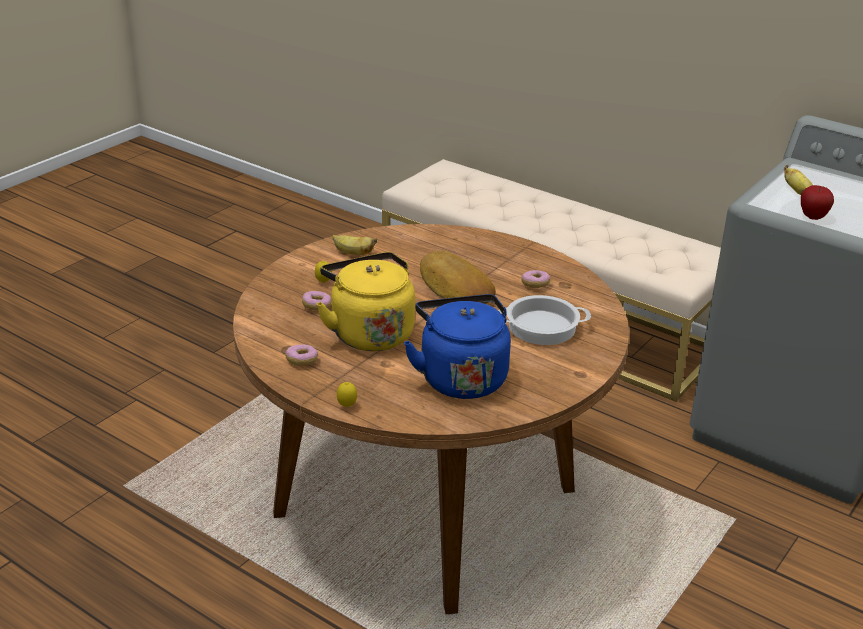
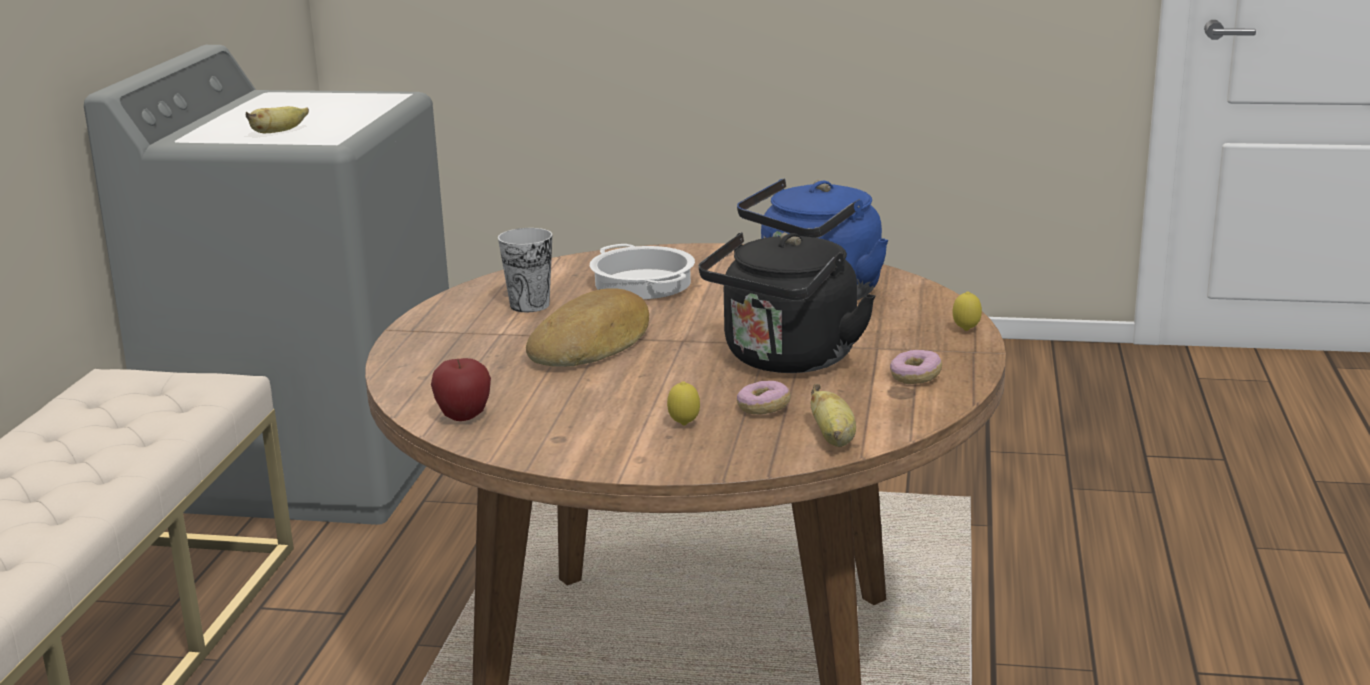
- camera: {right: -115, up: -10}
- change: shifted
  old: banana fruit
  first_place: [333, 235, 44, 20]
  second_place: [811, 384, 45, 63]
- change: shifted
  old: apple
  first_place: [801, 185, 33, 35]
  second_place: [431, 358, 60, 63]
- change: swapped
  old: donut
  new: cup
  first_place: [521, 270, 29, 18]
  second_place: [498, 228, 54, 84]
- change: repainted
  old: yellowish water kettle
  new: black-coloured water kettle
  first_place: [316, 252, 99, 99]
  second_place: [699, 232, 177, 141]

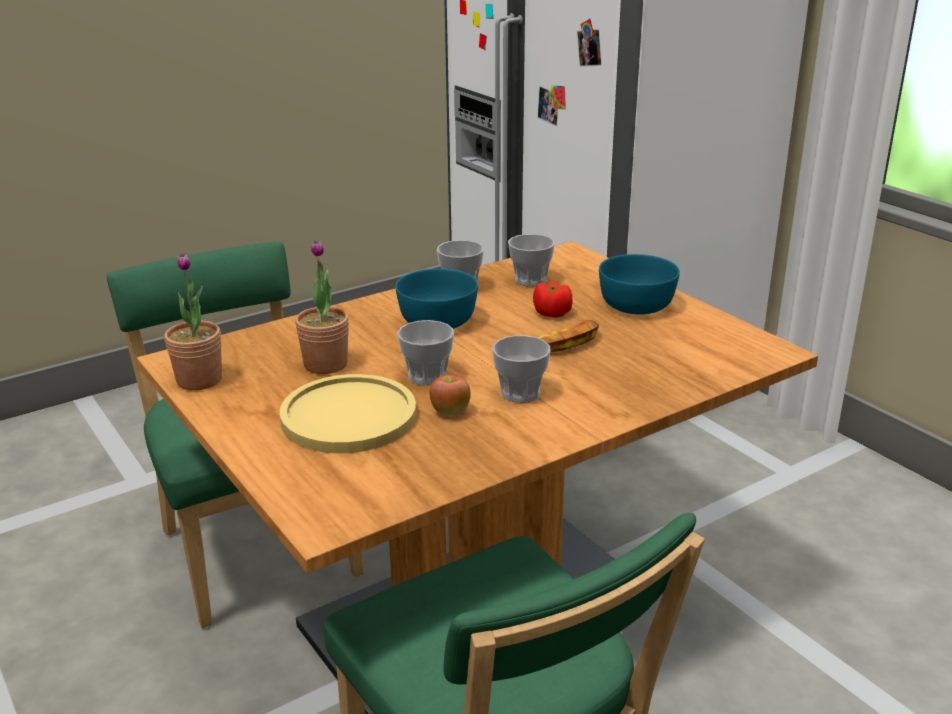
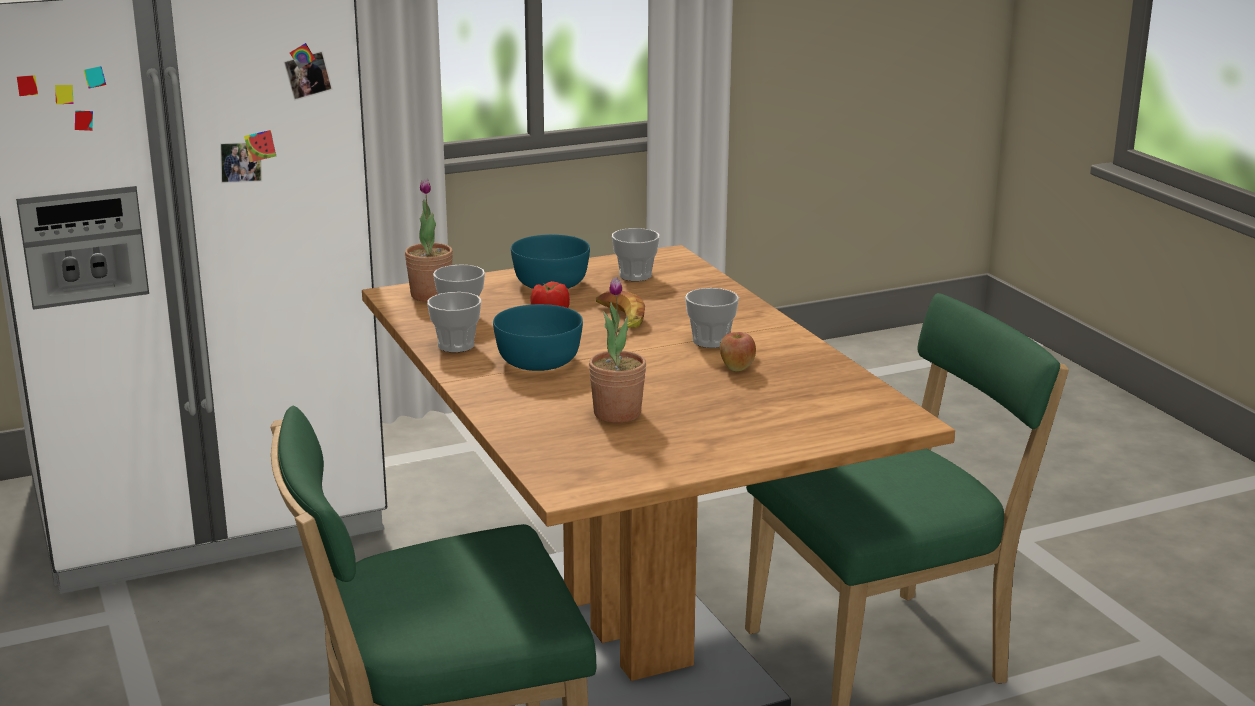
- camera: {right: -80, up: -5}
- change: gone
  old: yellowish plate
  first_place: [280, 374, 136, 79]
- change: shifted
  old: houseplant
  first_place: [164, 253, 58, 137]
  second_place: [405, 179, 48, 123]
- change: shifted
  old: cup
  first_place: [397, 320, 57, 66]
  second_place: [612, 228, 48, 53]

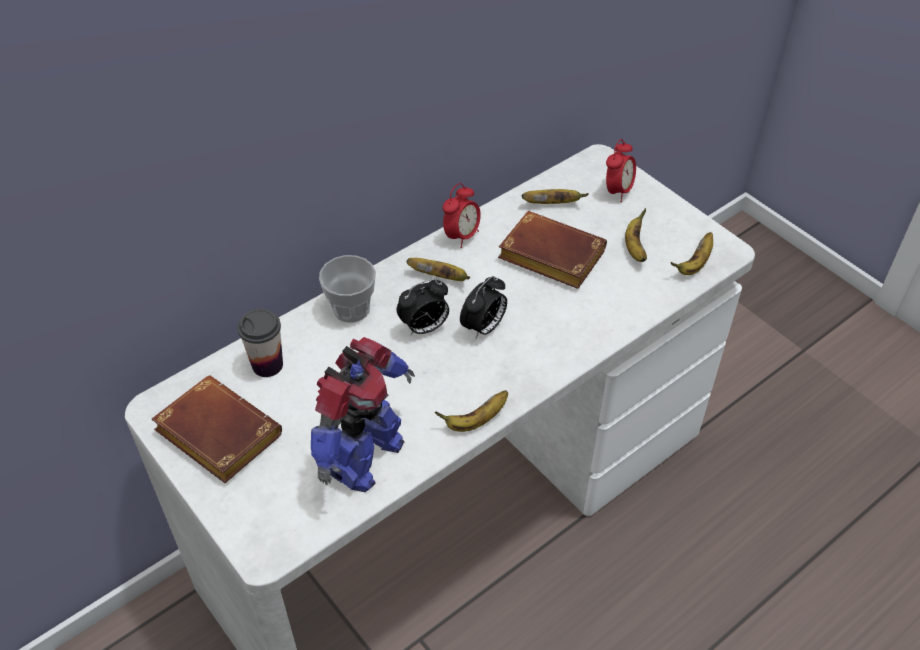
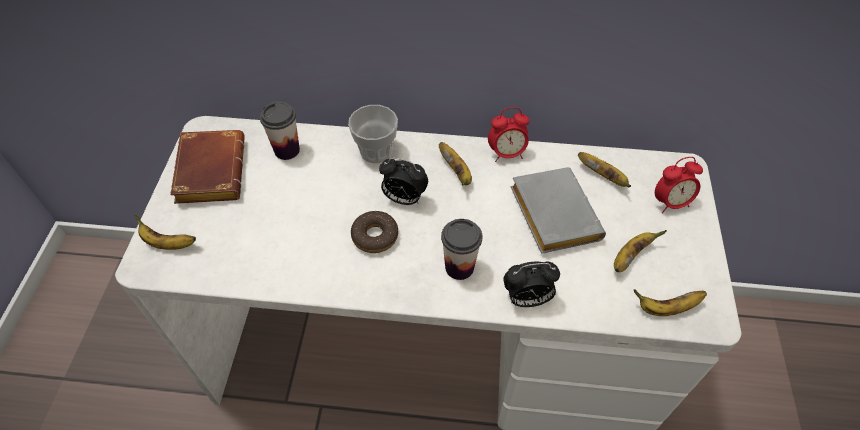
- camera: {right: 45, up: 5}
- change: gone
  old: robot figure
  first_place: [311, 337, 104, 155]
- change: new
  new: donut
  second_place: [351, 211, 47, 42]
- change: new
  new: cup
  second_place: [441, 219, 41, 61]
- change: shifted
  old: banana fruit
  first_place: [435, 390, 73, 42]
  second_place: [134, 214, 62, 36]
- change: shifted
  old: table clock
  first_place: [460, 276, 47, 63]
  second_place: [503, 261, 57, 46]
- change: repainted
  old: brownish book
  new: gray book
  first_place: [498, 211, 109, 78]
  second_place: [511, 167, 95, 87]

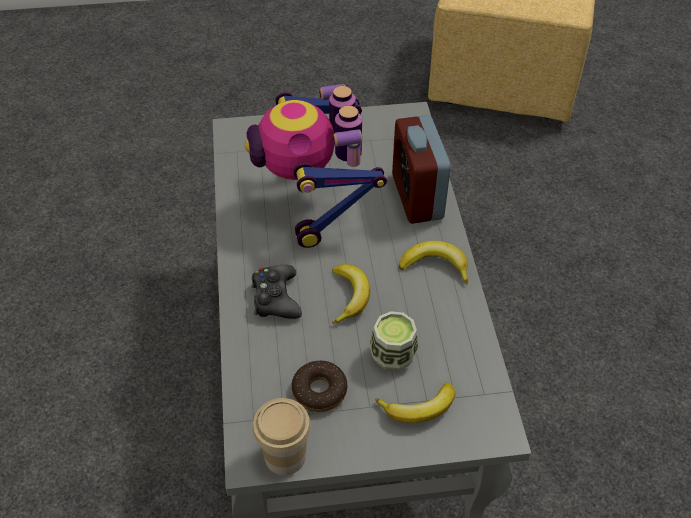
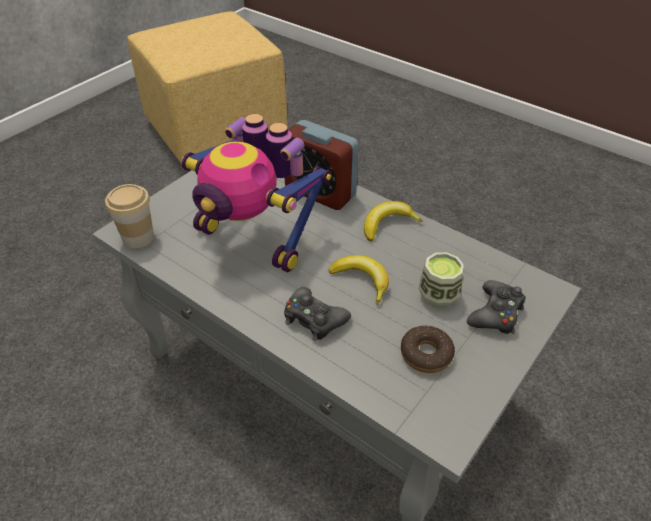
- camera: {right: -45, up: -5}
- change: shifted
  old: cup
  first_place: [253, 398, 58, 77]
  second_place: [105, 184, 49, 64]
- change: swapped
  old: banana fruit
  new: black-coloured game controller
  first_place: [375, 382, 80, 41]
  second_place: [467, 280, 59, 54]

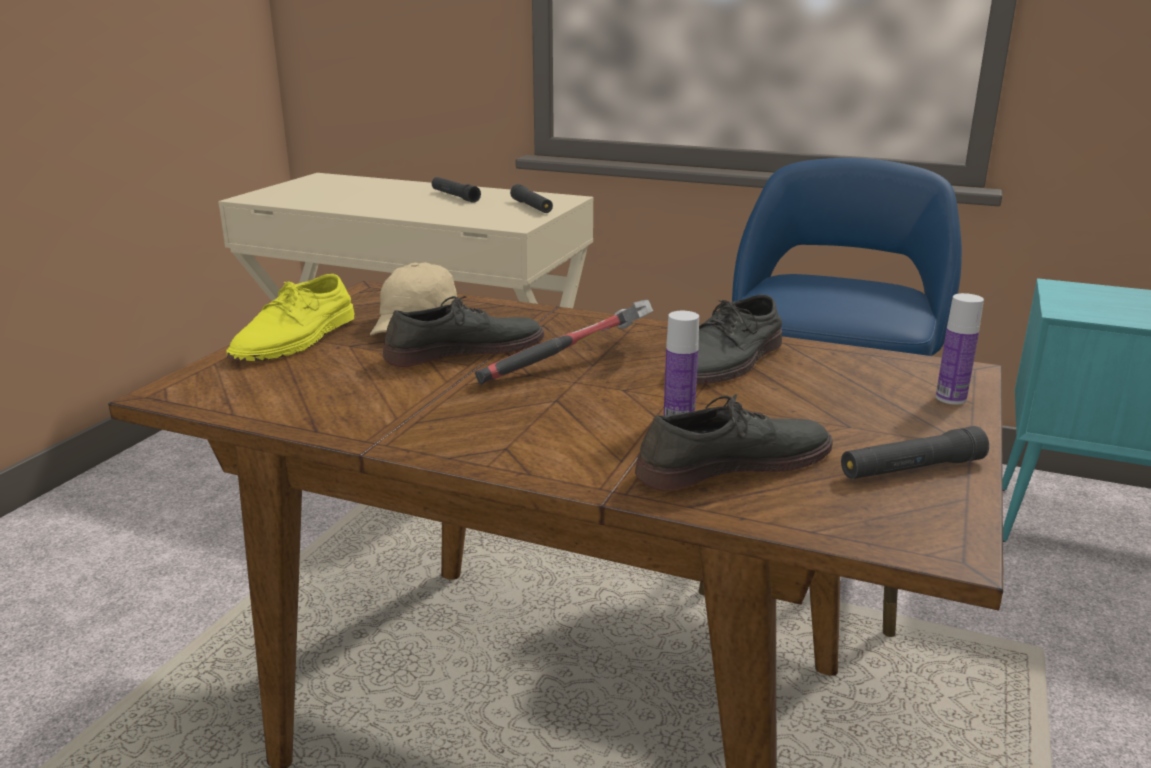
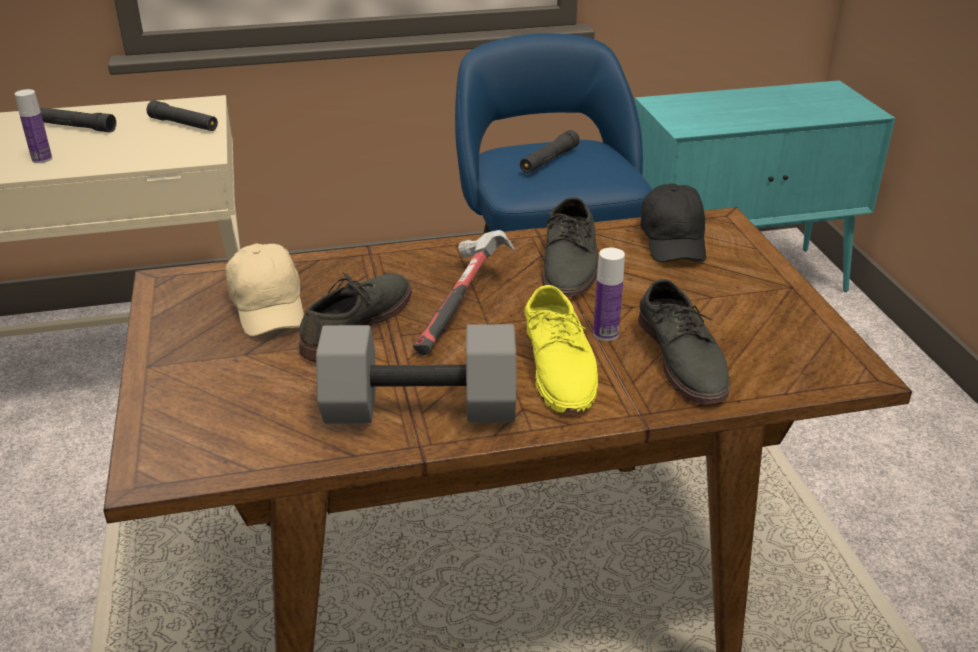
- camera: {right: -35, up: 10}
- change: new
  new: gray hand weight
  second_place: [316, 324, 200, 100]
- change: new
  new: black-coloured baseball cap
  second_place: [641, 183, 65, 79]
- change: shifted
  old: yellowish shoe
  first_place: [226, 274, 129, 87]
  second_place: [524, 285, 74, 128]
- change: shifted
  old: black-coloured hand torch
  first_place: [841, 426, 148, 53]
  second_place: [520, 130, 60, 43]
- change: shifted
  old: drink bottle
  first_place: [936, 293, 48, 112]
  second_place: [15, 89, 37, 74]
- change: rotated
  old: gray shoe
  first_place: [635, 394, 198, 97]
  second_place: [638, 279, 92, 125]
  degrees: 135

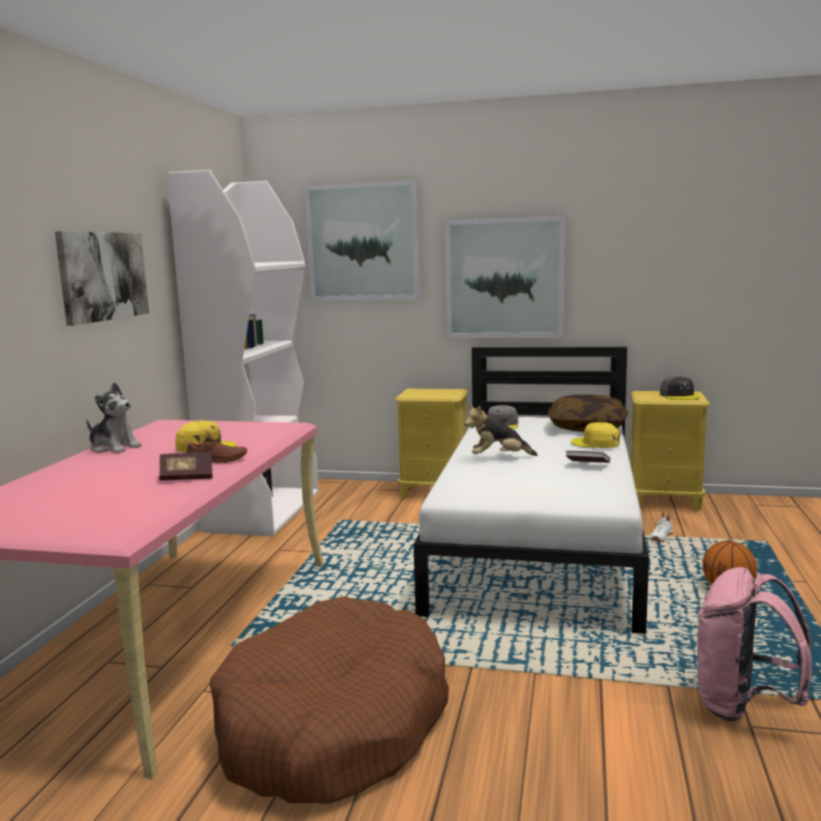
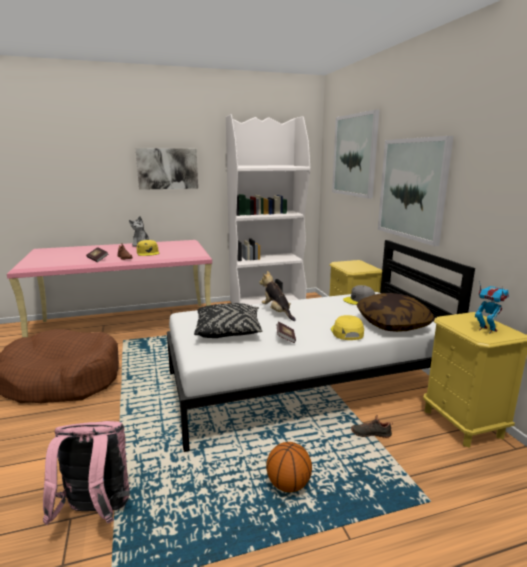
- camera: {right: 60, up: 5}
- change: new
  new: black-coloured pillow
  second_place: [194, 303, 69, 35]
- change: swapped
  old: gray baseball cap
  new: robot figure
  first_place: [660, 376, 40, 24]
  second_place: [475, 281, 34, 53]
- change: repainted
  old: whitish shoe
  new: black-coloured shoe
  first_place: [650, 513, 23, 29]
  second_place: [351, 415, 42, 23]

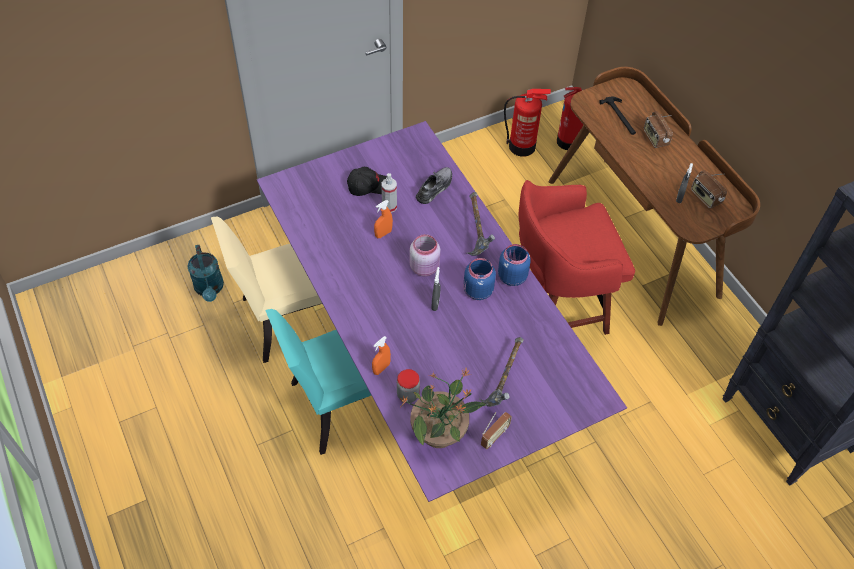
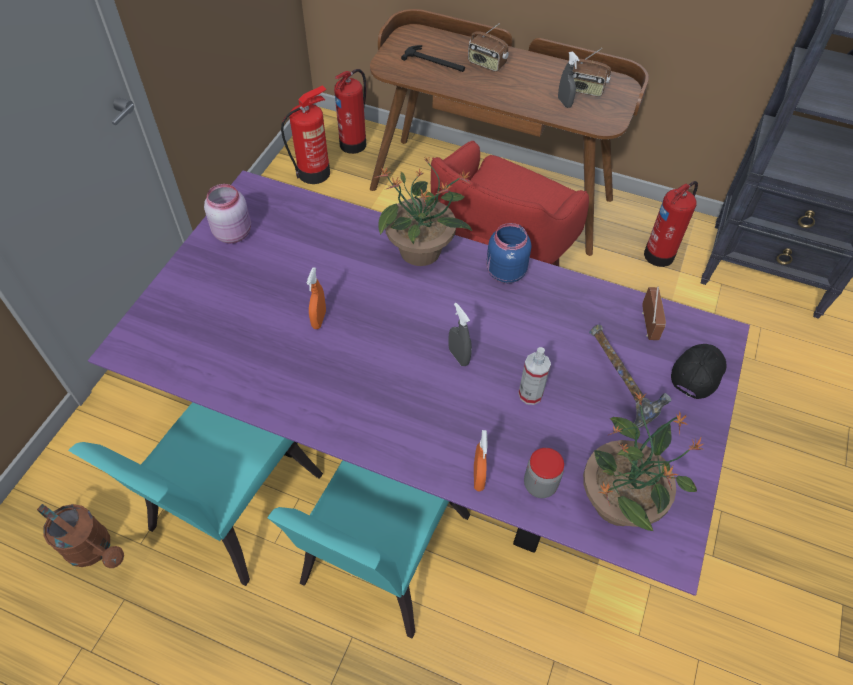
- camera: {right: -40, up: 0}
- change: gone
  old: gray shoe
  first_place: [416, 167, 36, 37]
- change: gone
  old: bluish jar
  first_place: [463, 258, 33, 42]
- change: new
  new: fire-fighting cylinder
  second_place: [644, 181, 54, 86]
- change: shifted
  old: black-coloured baseball cap
  first_place: [347, 167, 40, 29]
  second_place: [671, 344, 55, 55]
- change: shifted
  old: sprayer
  first_place: [382, 173, 15, 40]
  second_place: [518, 347, 33, 58]
- change: shifted
  old: pink jar
  first_place: [409, 234, 31, 42]
  second_place: [204, 184, 47, 59]
- change: shifted
  old: radio
  first_place: [481, 412, 31, 37]
  second_place: [642, 287, 24, 53]
- change: swapped
  old: hand hammer
  new: houseplant
  first_place: [467, 192, 28, 64]
  second_place: [374, 156, 98, 110]
- change: repainted
  old: turquoise sprinkling can
  new: brownish sprinkling can
  first_place: [187, 245, 37, 57]
  second_place: [37, 504, 87, 64]
- change: repainted
  old: beige-coloured plain chair
  new: turquoise plain chair
  first_place: [211, 216, 111, 147]
  second_place: [68, 402, 255, 184]

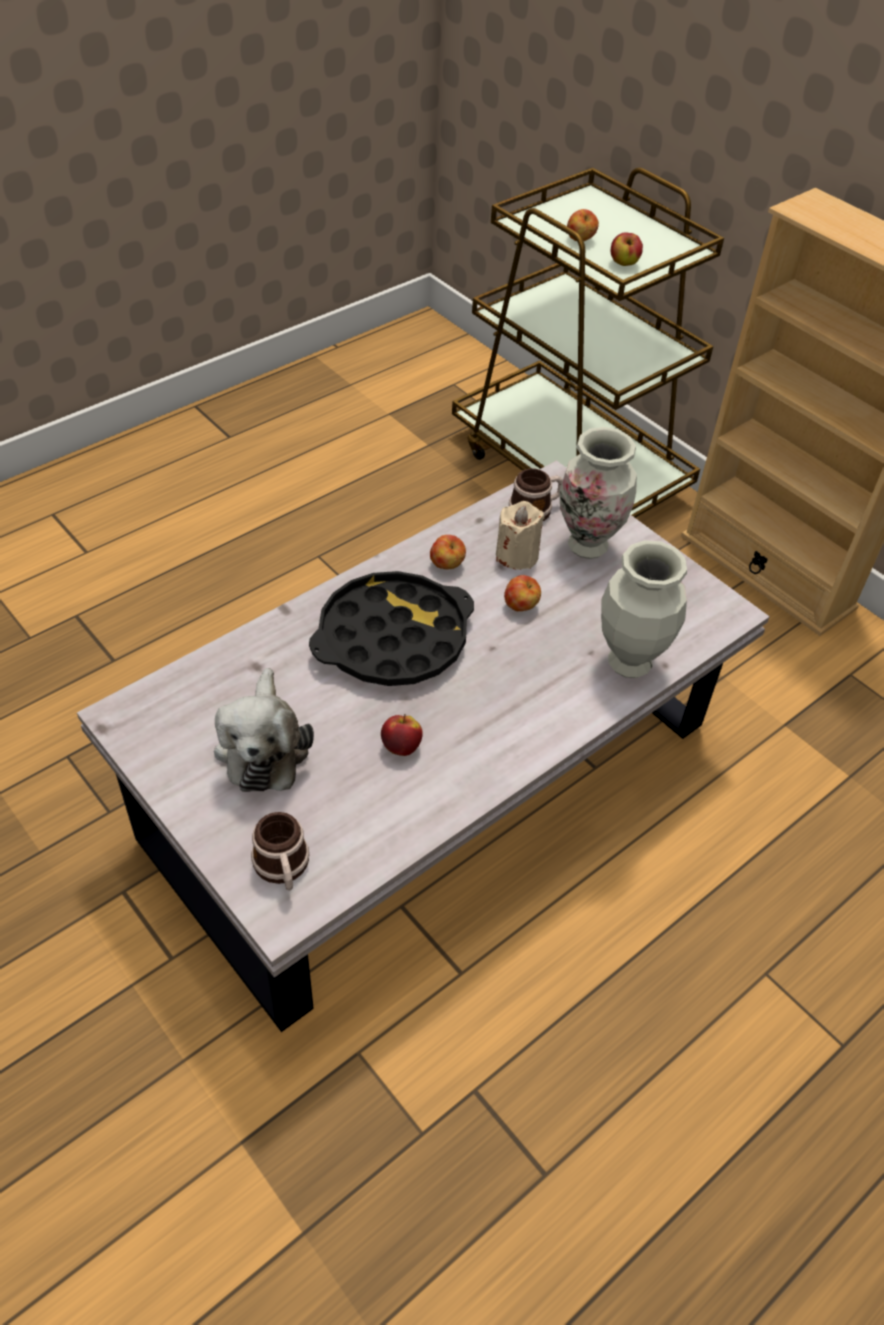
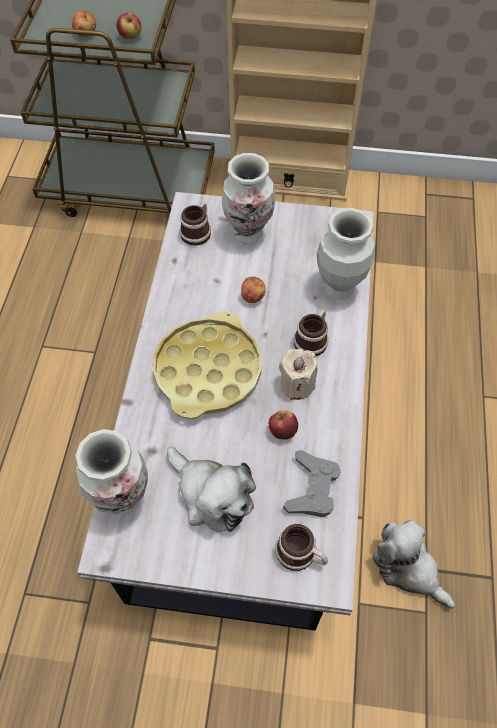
- camera: {right: -40, up: 10}
- change: gone
  old: apple
  first_place: [430, 535, 36, 34]
- change: new
  new: flower vase
  second_place: [76, 429, 72, 87]
- change: new
  new: gray game controller
  second_place: [283, 450, 58, 67]
- change: new
  new: coffee mug
  second_place: [294, 310, 34, 46]
- change: new
  new: cuddly toy
  second_place: [372, 520, 83, 89]
- change: shifted
  old: beige-coloured wax light
  first_place: [496, 501, 48, 69]
  second_place: [279, 349, 39, 51]
- change: repainted
  old: black-coloured tray
  new: yellowish tray
  first_place: [309, 571, 165, 115]
  second_place: [153, 311, 108, 108]

